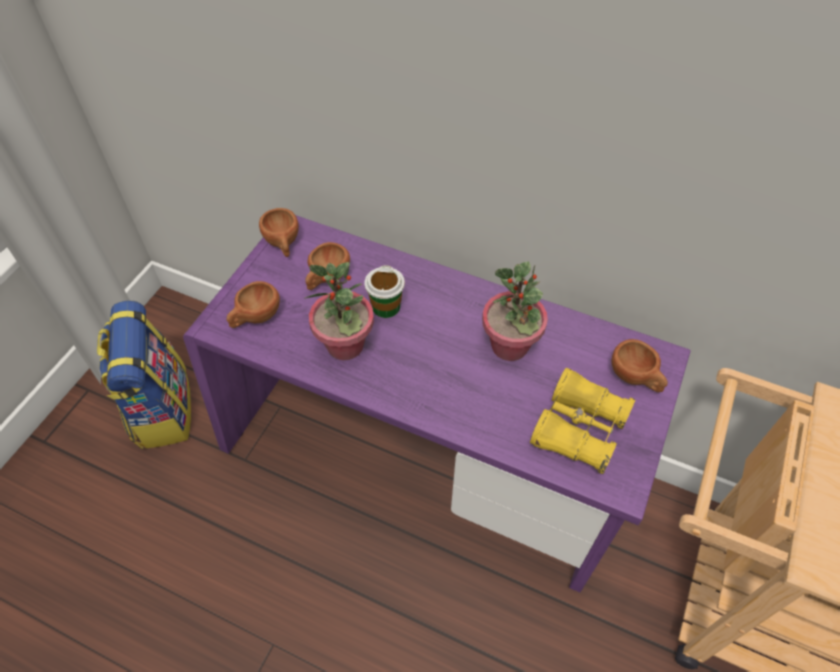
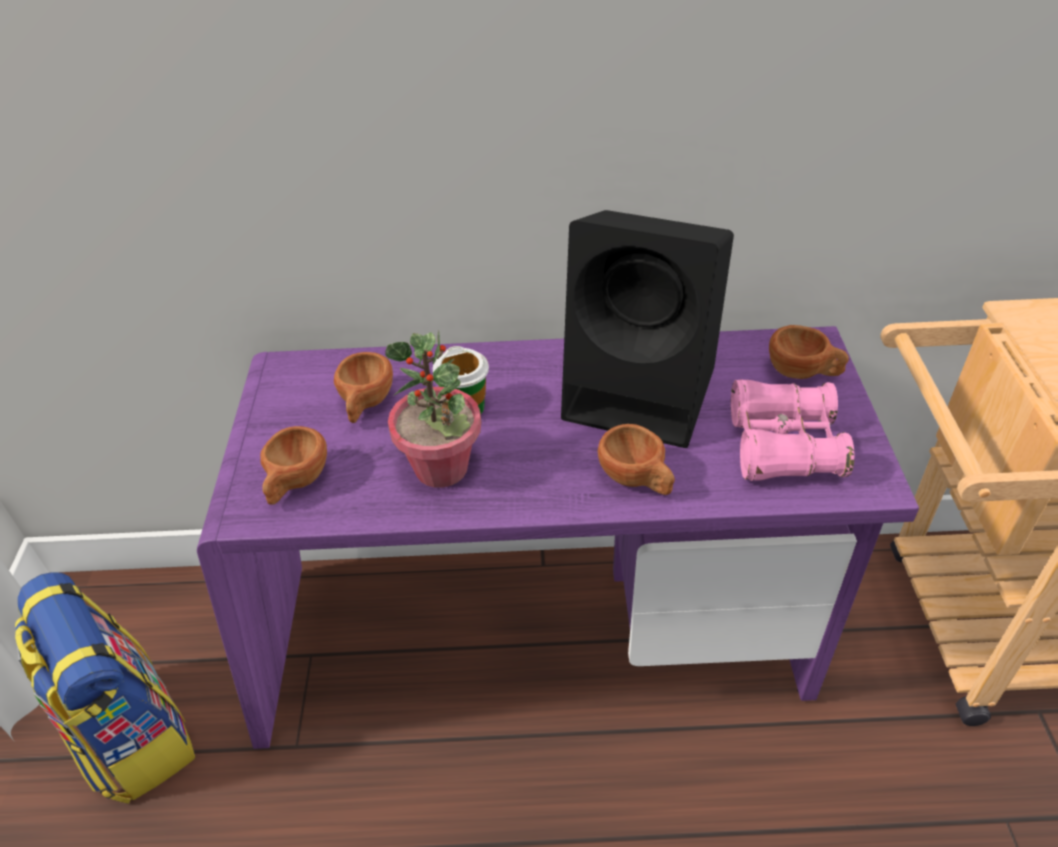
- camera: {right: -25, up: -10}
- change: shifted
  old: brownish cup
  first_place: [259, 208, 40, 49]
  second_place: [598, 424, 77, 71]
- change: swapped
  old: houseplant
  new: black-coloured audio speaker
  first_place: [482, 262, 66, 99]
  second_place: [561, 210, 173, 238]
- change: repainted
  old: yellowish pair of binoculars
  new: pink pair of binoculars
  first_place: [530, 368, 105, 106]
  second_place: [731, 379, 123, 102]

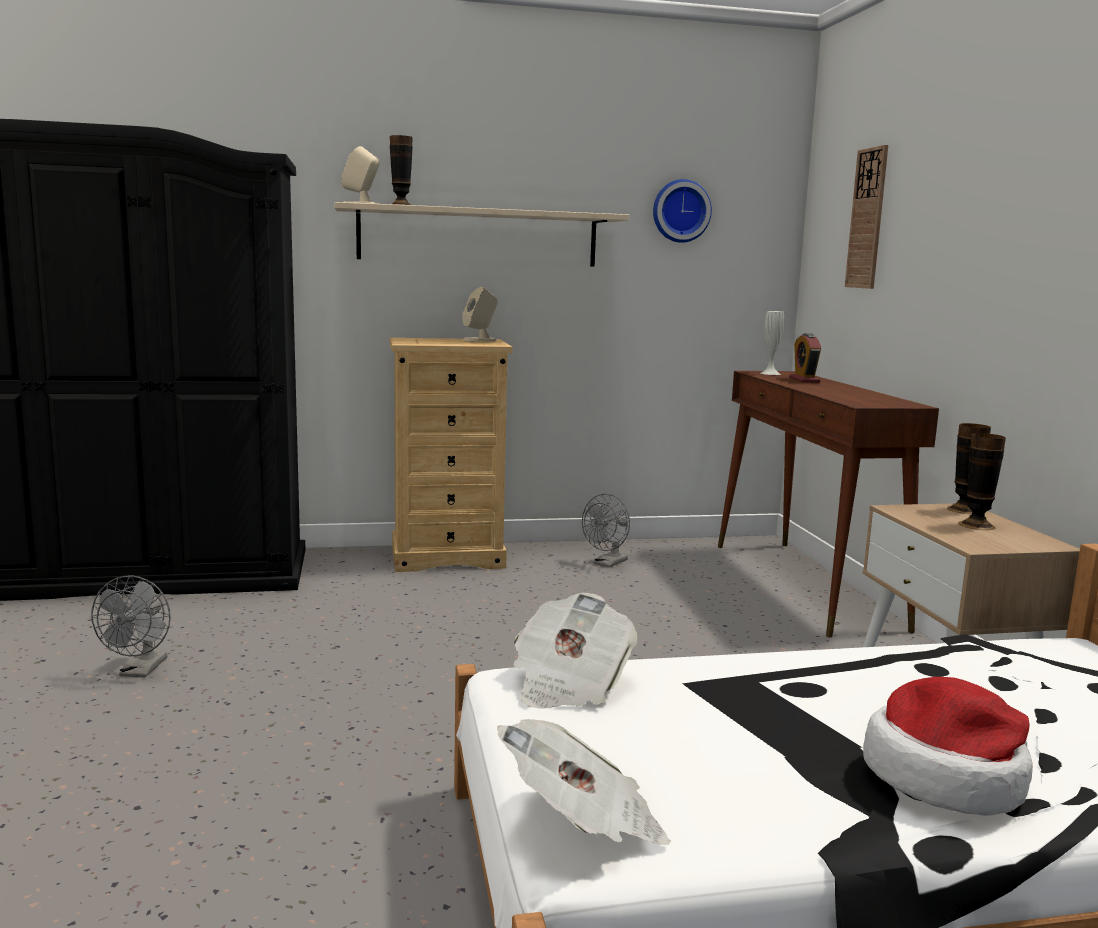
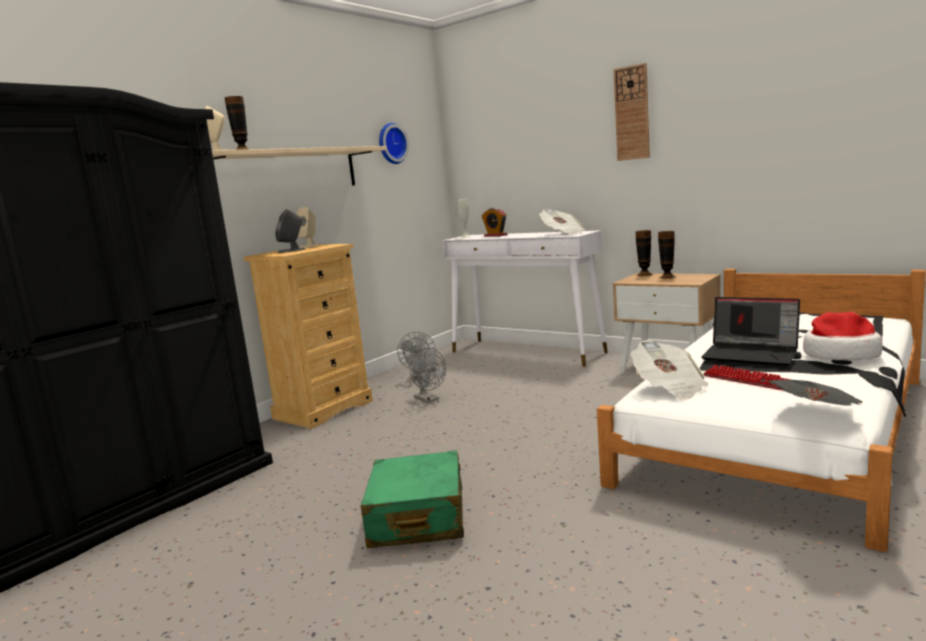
- camera: {right: -40, up: 0}
- change: new
  new: gray audio speaker
  second_place: [275, 209, 30, 44]
- change: new
  new: green-coloured suitcase
  second_place: [361, 450, 103, 98]
- change: new
  new: newspaper
  second_place: [539, 209, 46, 26]
- change: new
  new: laptop
  second_place: [701, 297, 99, 69]
- change: new
  new: computer keyboard
  second_place: [703, 365, 88, 26]
- change: shifted
  old: gray fan
  first_place: [91, 575, 80, 103]
  second_place: [410, 348, 36, 55]
- change: shifted
  old: hanging clock
  first_place: [845, 145, 43, 144]
  second_place: [614, 63, 36, 98]
- change: repainted
  old: brownish hall table
  new: whitish hall table
  first_place: [718, 371, 221, 267]
  second_place: [442, 230, 166, 137]

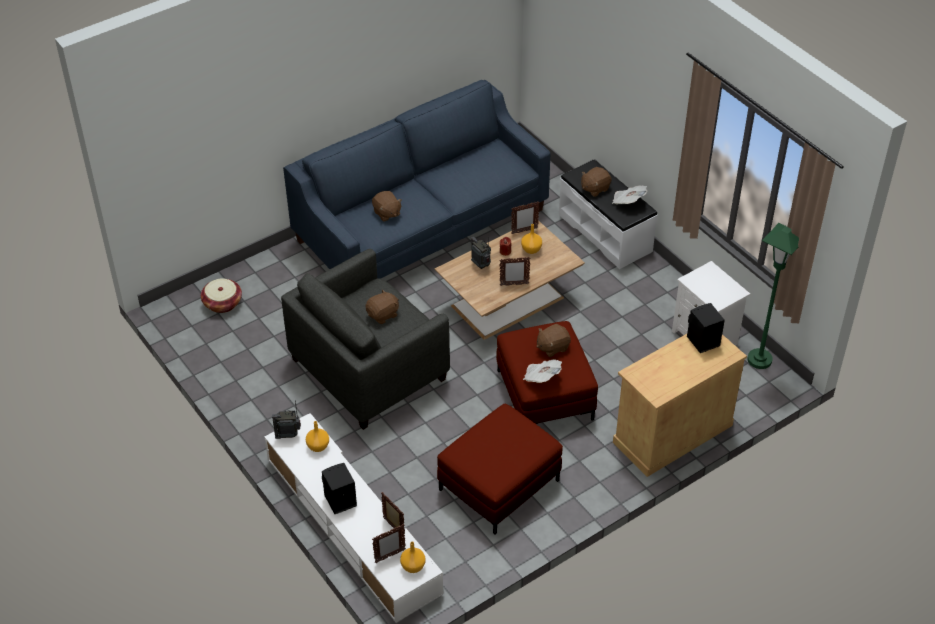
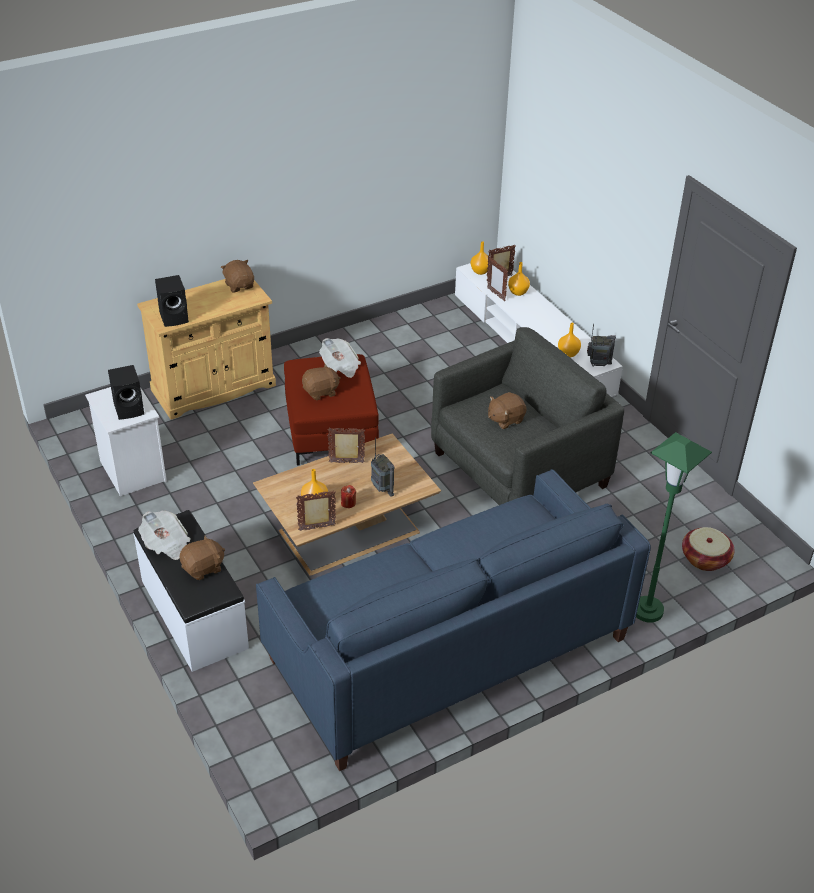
- camera: {right: -175, up: -5}
- change: gone
  old: red-coloured ottoman
  first_place: [437, 404, 126, 130]
- change: new
  new: orangey flower vase
  second_place: [508, 262, 22, 34]
- change: shifted
  old: black-coloured audio speaker
  first_place: [322, 463, 35, 51]
  second_place: [108, 365, 36, 55]
- change: shifted
  old: brownish cuddly toy
  first_place: [372, 191, 30, 30]
  second_place: [221, 260, 33, 33]
- change: shifted
  old: green-coloured standing lamp
  first_place: [747, 223, 52, 146]
  second_place: [636, 432, 76, 191]

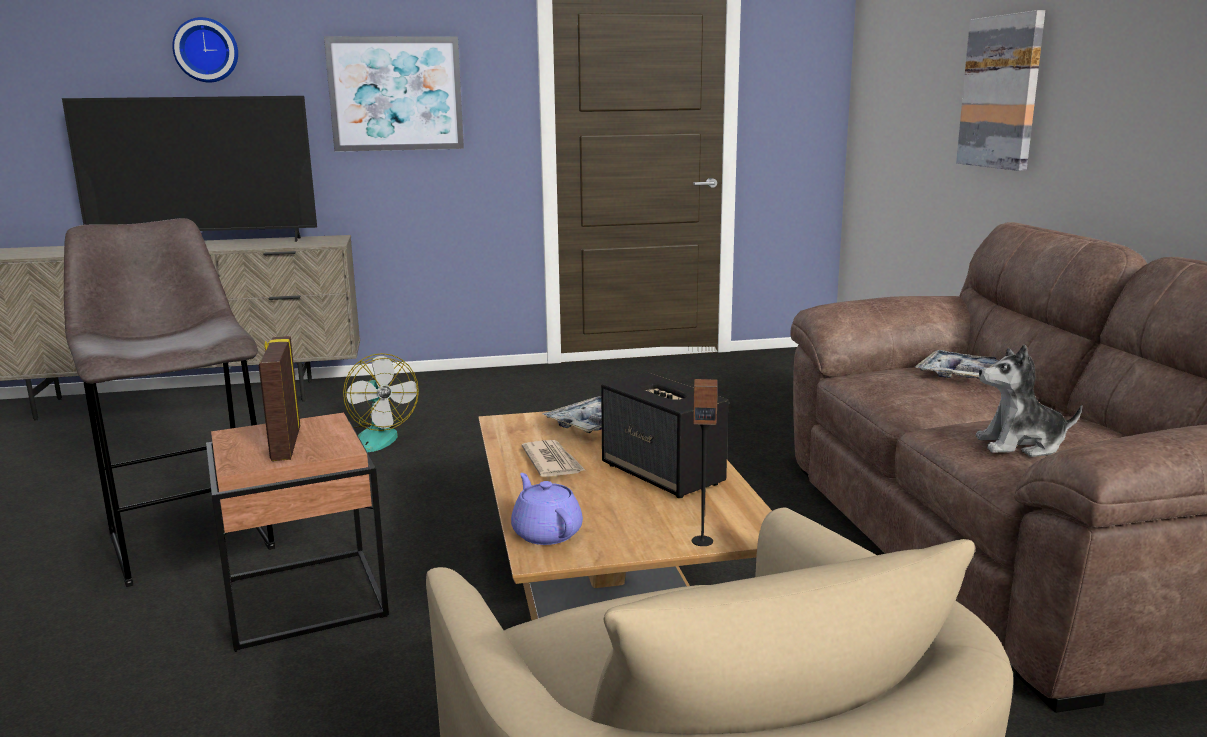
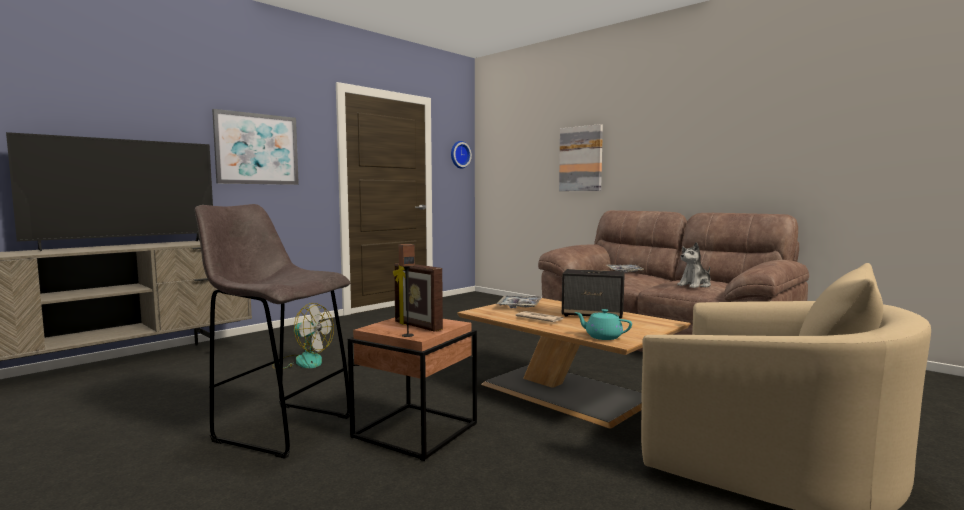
- camera: {right: -35, up: -10}
- change: shifted
  old: hanging clock
  first_place: [172, 17, 66, 65]
  second_place: [451, 141, 21, 28]
- change: shifted
  old: audio speaker
  first_place: [692, 379, 26, 167]
  second_place: [398, 244, 17, 93]
- change: repainted
  old: purplish teapot
  new: turquoise teapot
  first_place: [511, 473, 72, 72]
  second_place: [575, 309, 57, 31]

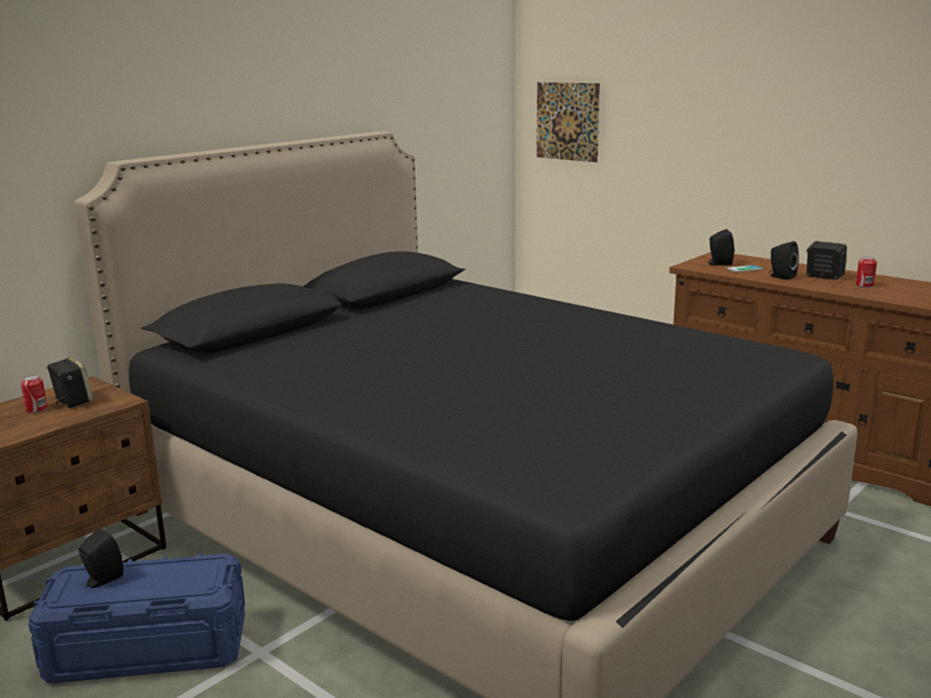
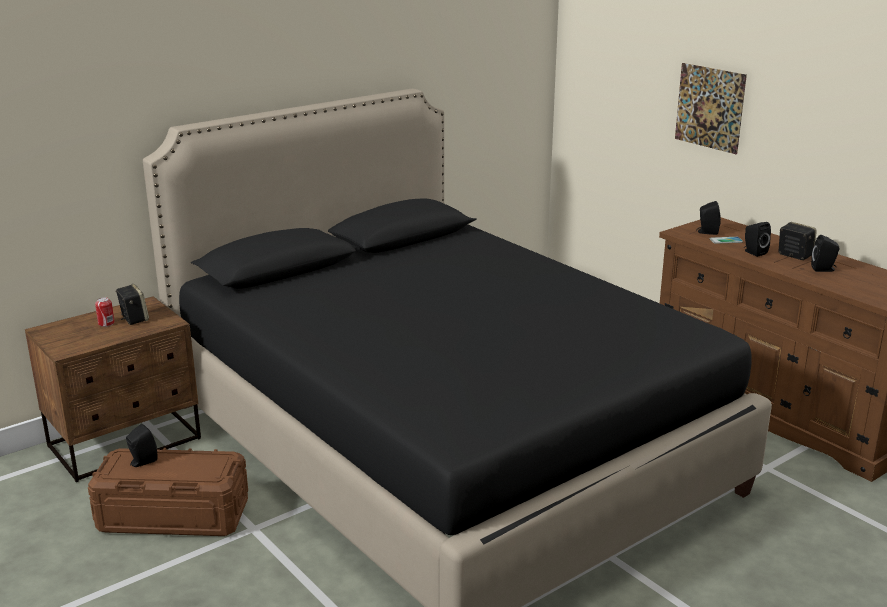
- camera: {right: 10, up: 5}
- change: shifted
  old: wall art
  first_place: [537, 82, 63, 80]
  second_place: [675, 63, 72, 91]
- change: swapped
  old: metal can
  new: black-coloured audio speaker
  first_place: [856, 257, 21, 31]
  second_place: [811, 235, 28, 37]
- change: repainted
  old: bluish storage bin
  new: brownish storage bin
  first_place: [28, 553, 217, 130]
  second_place: [88, 448, 160, 88]

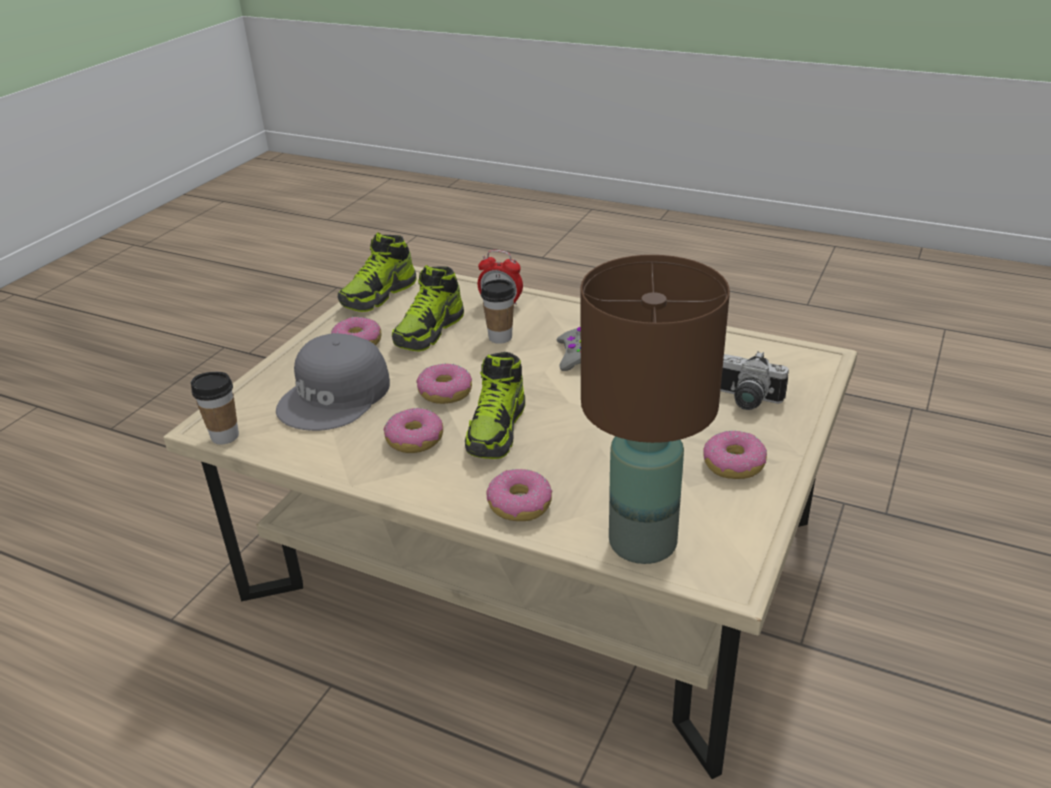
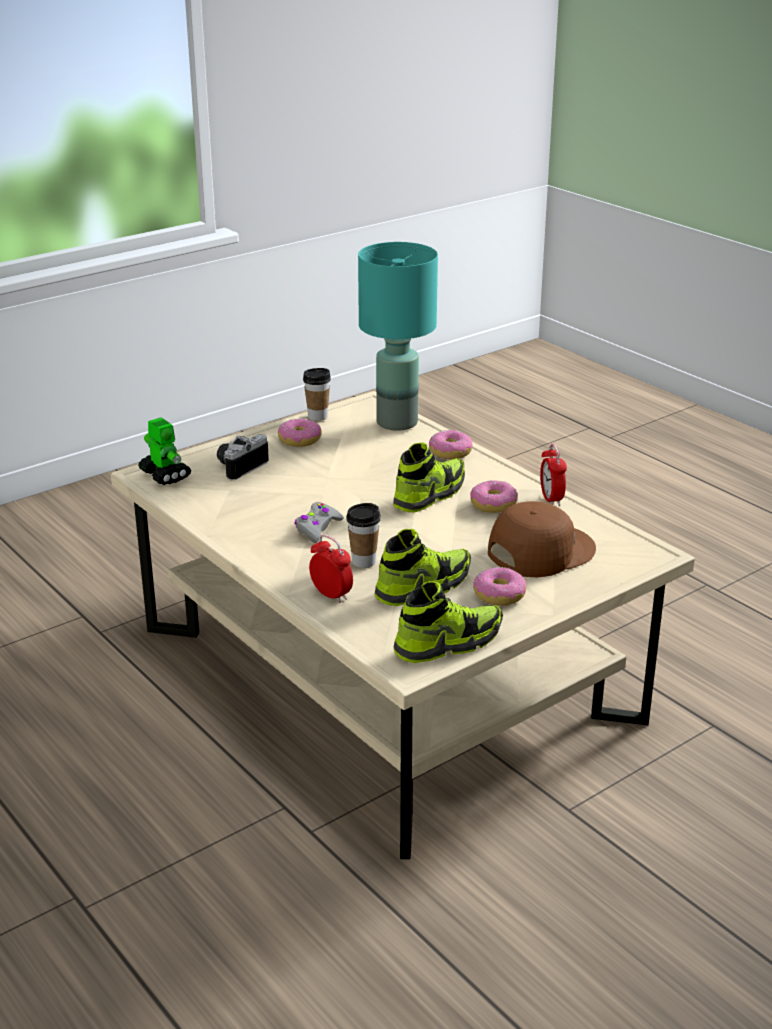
- camera: {right: -155, up: -5}
- change: gone
  old: donut
  first_place: [416, 364, 56, 40]
- change: new
  new: robot figure
  second_place: [138, 418, 53, 67]
- change: new
  new: table clock
  second_place: [540, 444, 27, 62]
- change: shifted
  old: cup
  first_place: [191, 372, 48, 73]
  second_place: [303, 368, 28, 53]
- change: repainted
  old: gray baseball cap
  new: brownish baseball cap
  first_place: [276, 333, 114, 98]
  second_place: [488, 501, 108, 76]
- change: repainted
  old: brownish tabletop lamp
  new: turquoise tabletop lamp
  first_place: [580, 255, 150, 309]
  second_place: [358, 242, 80, 189]
- change: rotated
  old: still camera
  first_place: [720, 351, 69, 59]
  second_place: [217, 434, 52, 46]
  degrees: -105

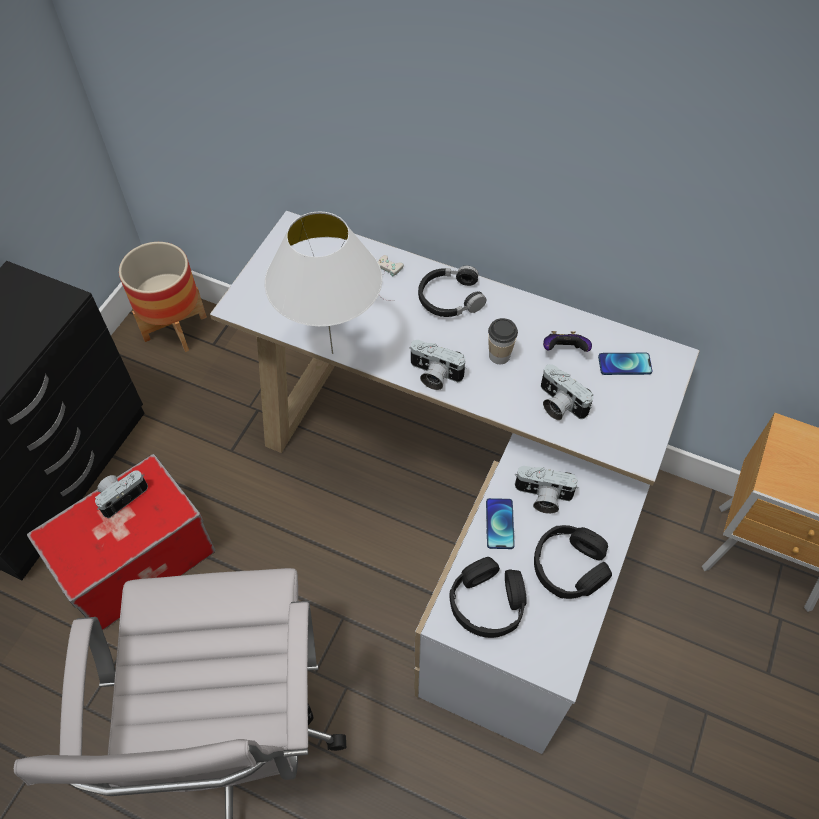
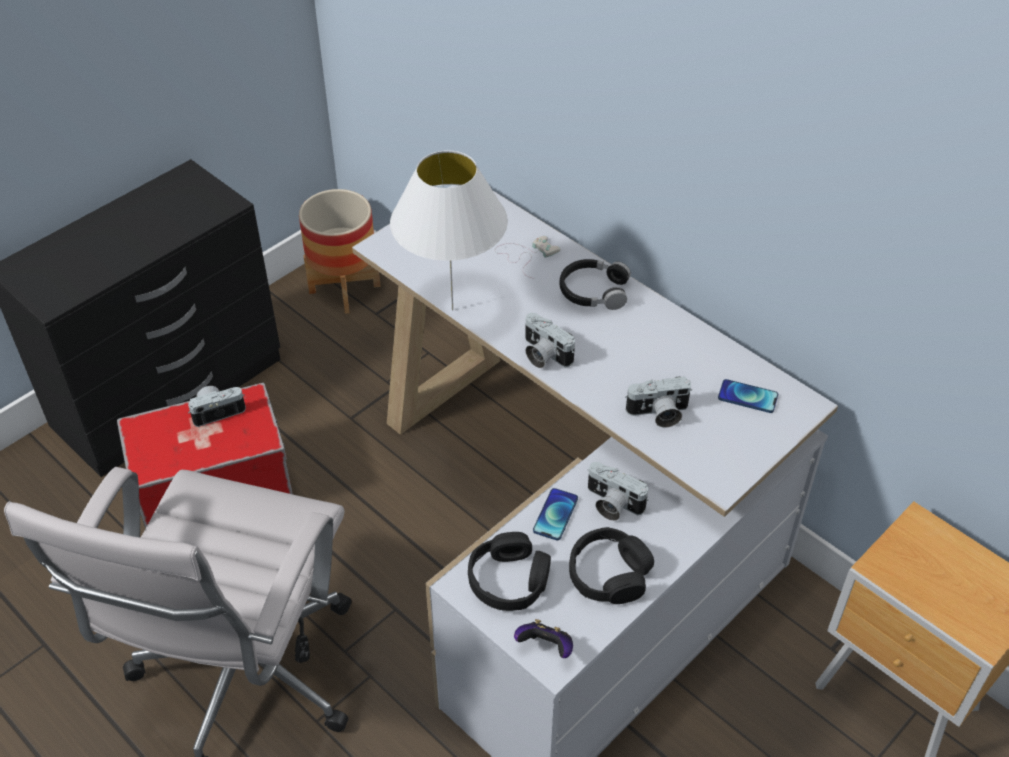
- camera: {right: 20, up: -10}
- change: gone
  old: cup
  first_place: [488, 318, 30, 46]
- change: shifted
  old: game controller
  first_place: [543, 331, 49, 21]
  second_place: [514, 619, 59, 39]
- change: rotated
  old: still camera
  first_place: [541, 364, 53, 56]
  second_place: [625, 376, 67, 51]
  degrees: -75

